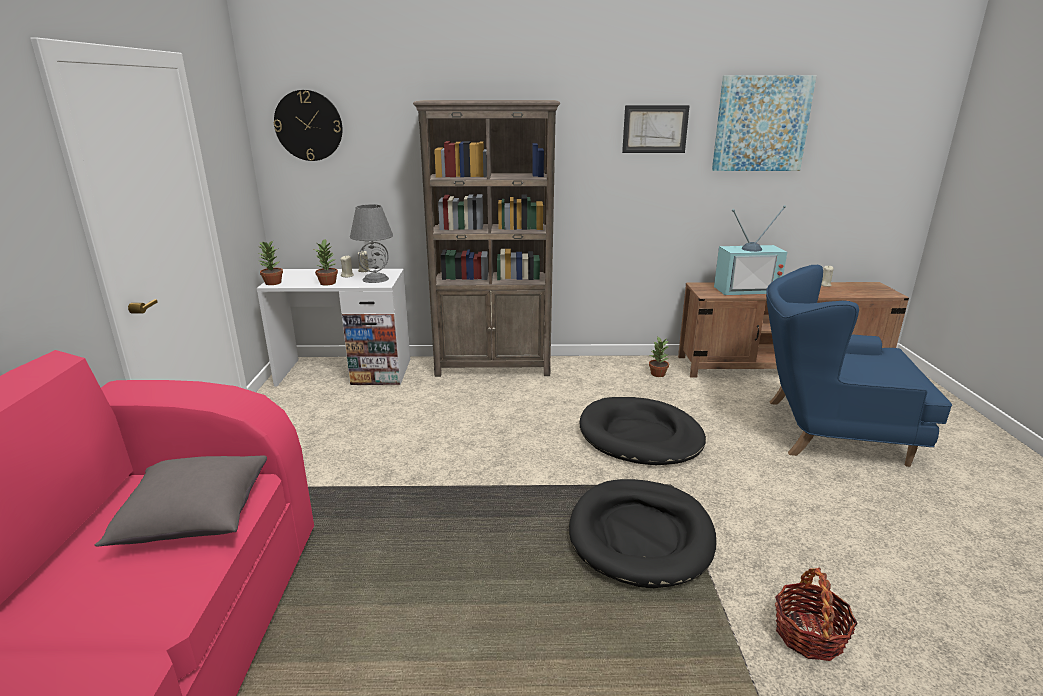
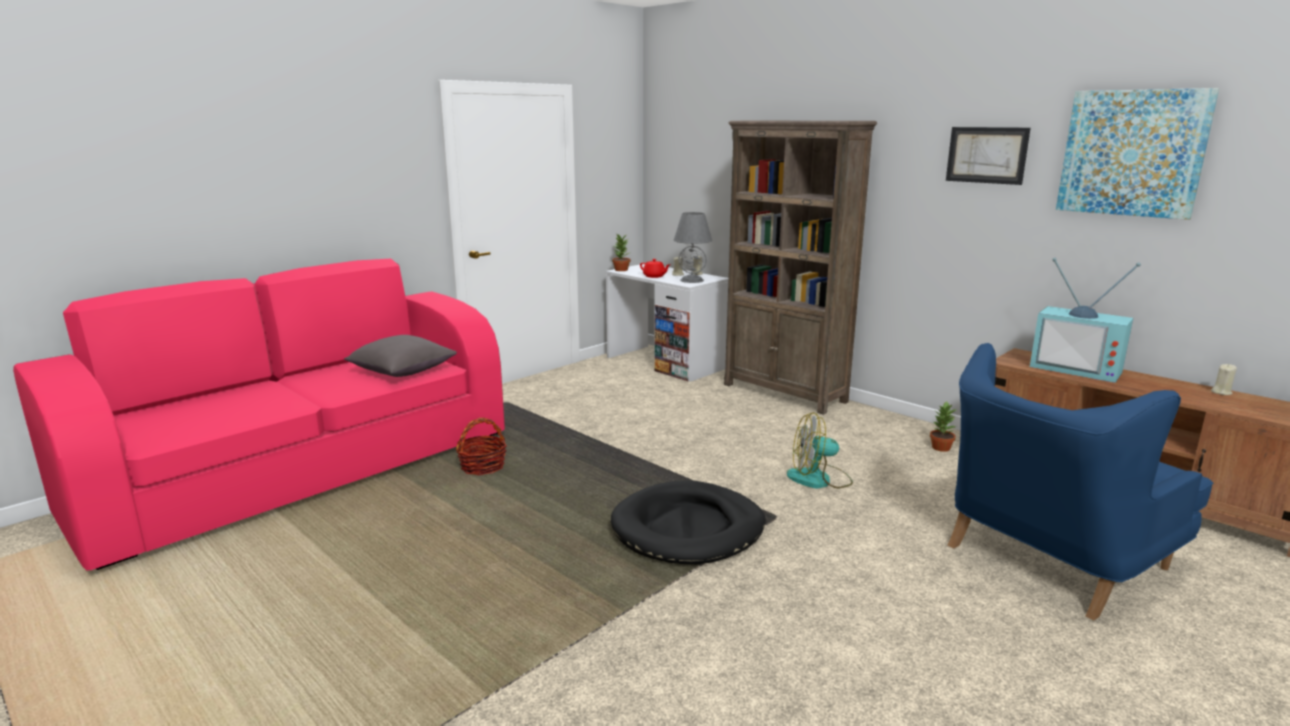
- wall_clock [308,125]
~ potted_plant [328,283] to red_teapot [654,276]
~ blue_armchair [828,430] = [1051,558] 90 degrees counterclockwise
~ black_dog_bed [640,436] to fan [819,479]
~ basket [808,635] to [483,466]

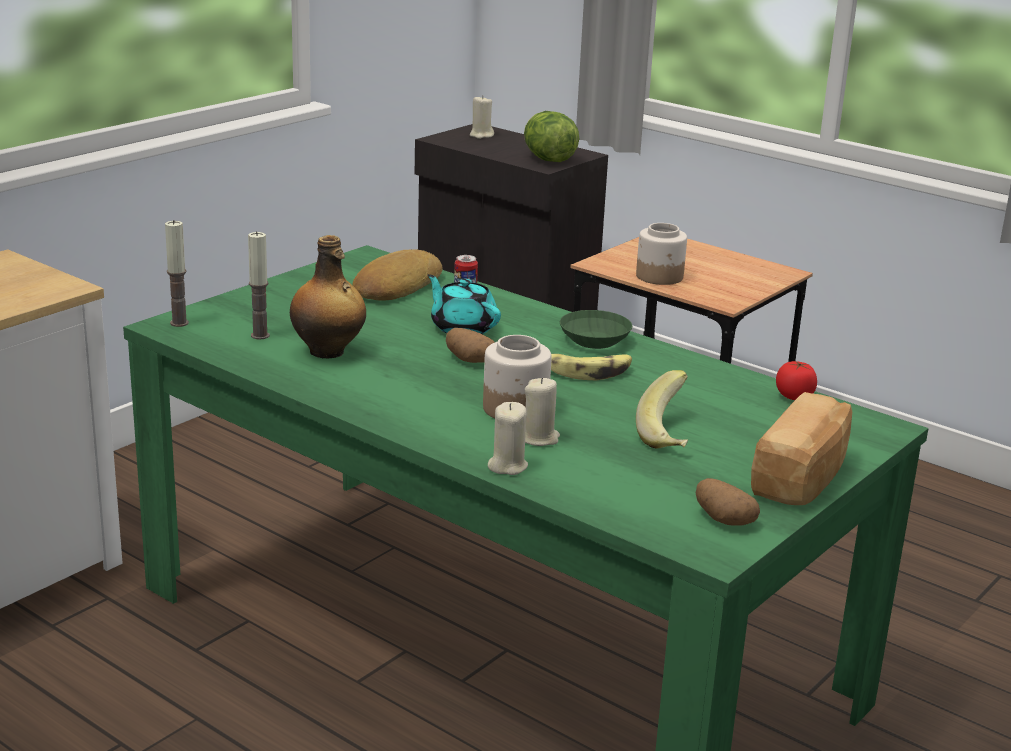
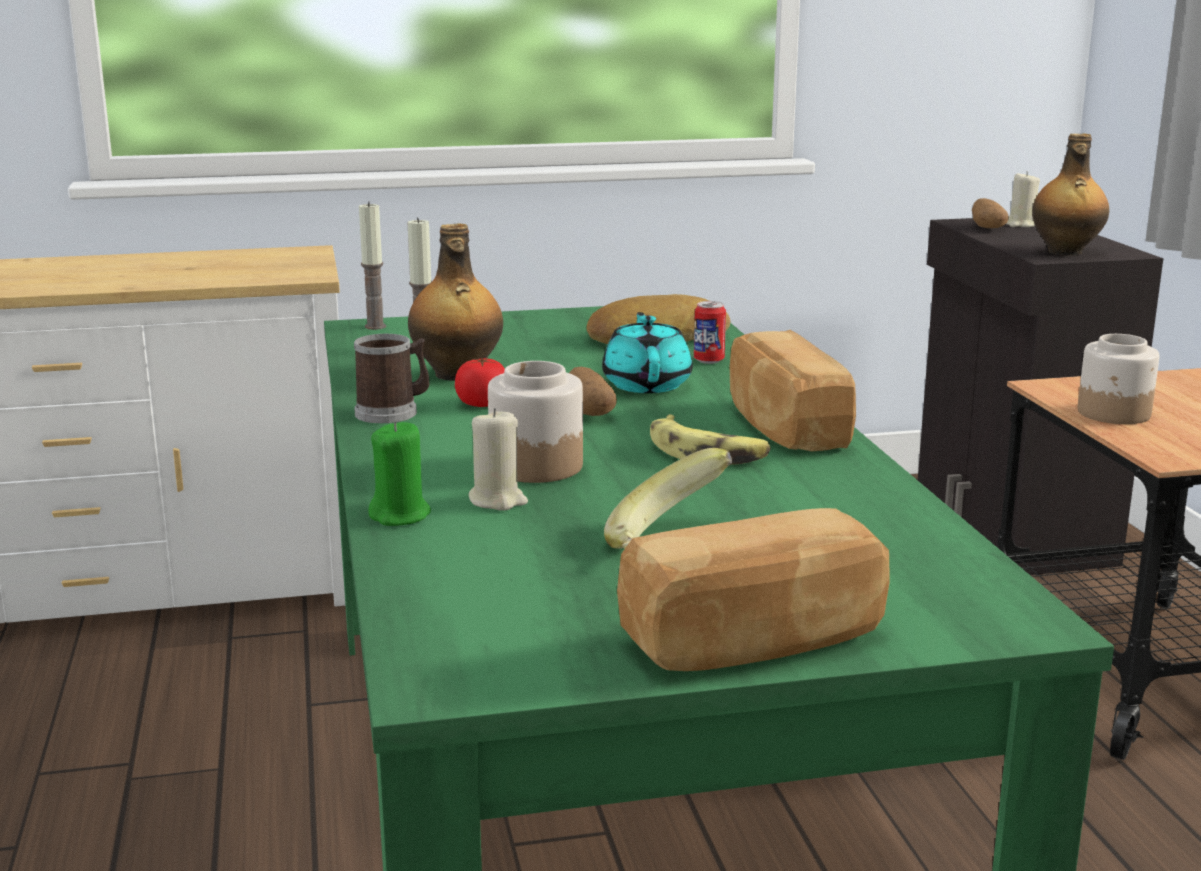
~ lettuce [548,159] to bottle [1065,252]
~ green_bowl [594,340] to bread [783,426]
~ tomato [794,396] to [482,404]
~ beige_candle [507,466] to green_candle [400,516]
~ potato [723,519] to [986,228]
+ mug [393,412]

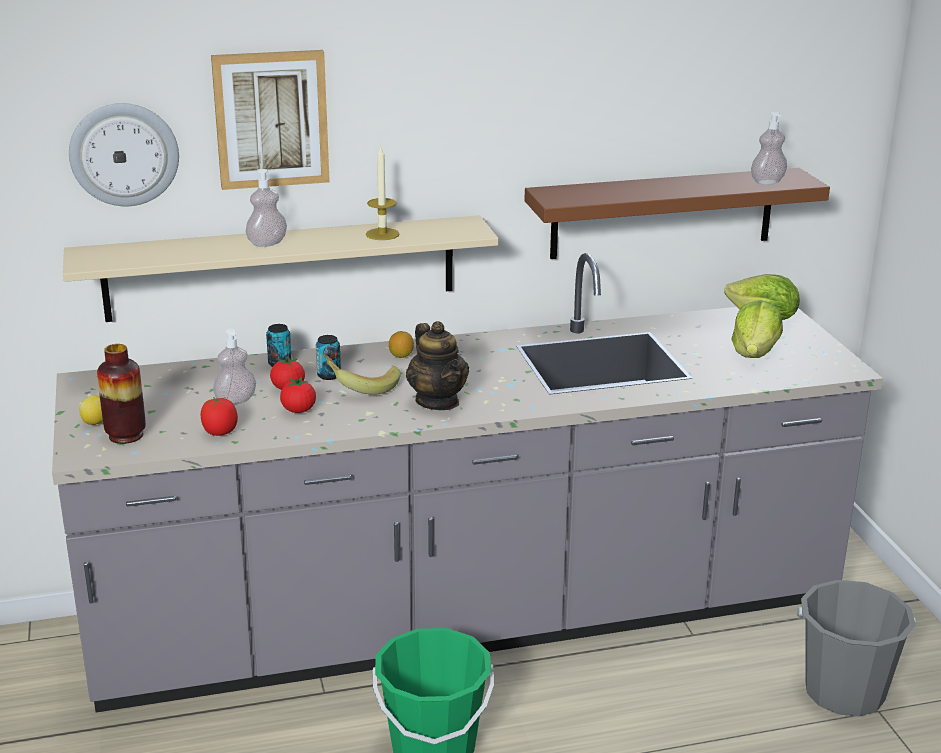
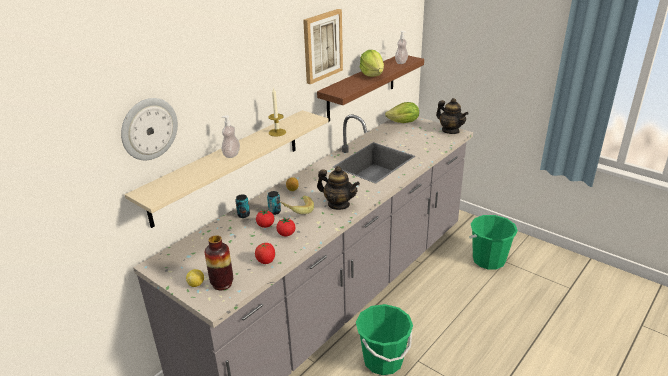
~ picture [271,119] to [322,46]
~ lettuce [755,353] to [372,75]
- soap_dispenser [235,400]
~ grey_bucket [844,692] to green_bucket [488,260]
+ teapot [450,131]

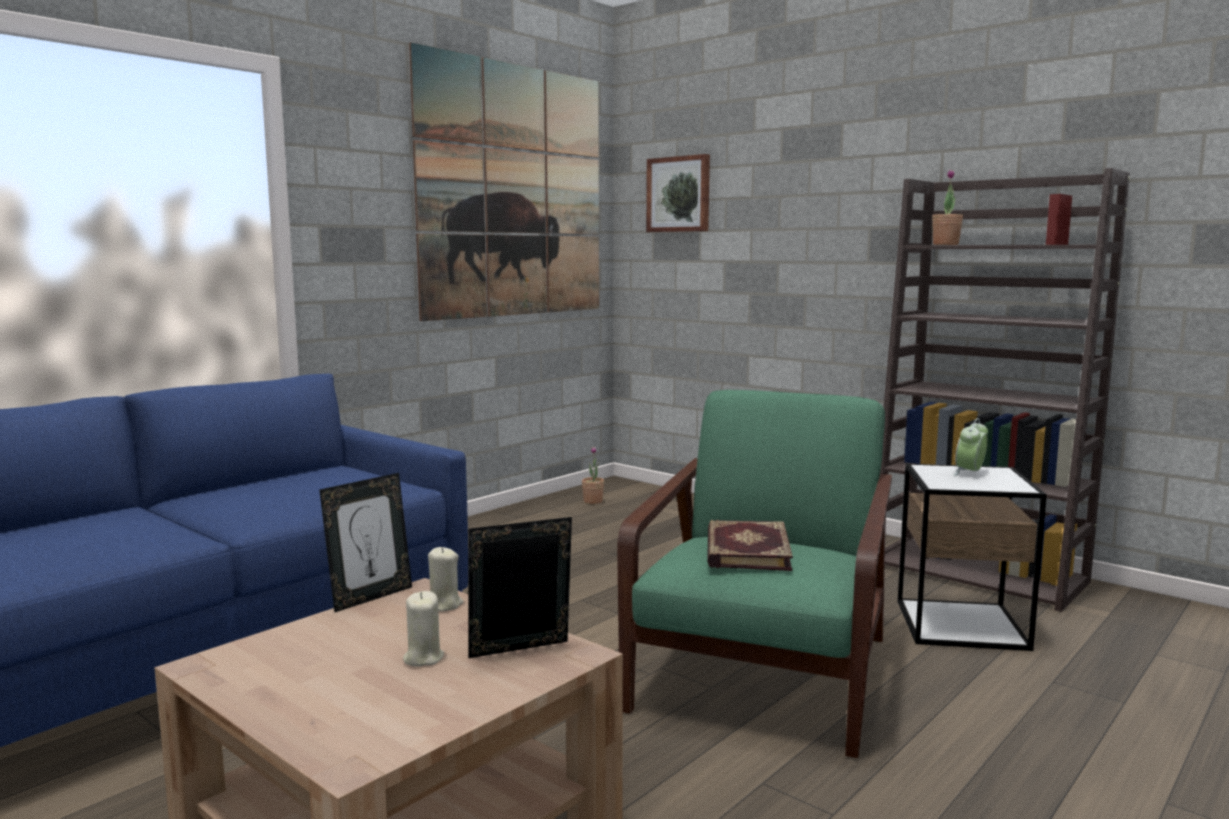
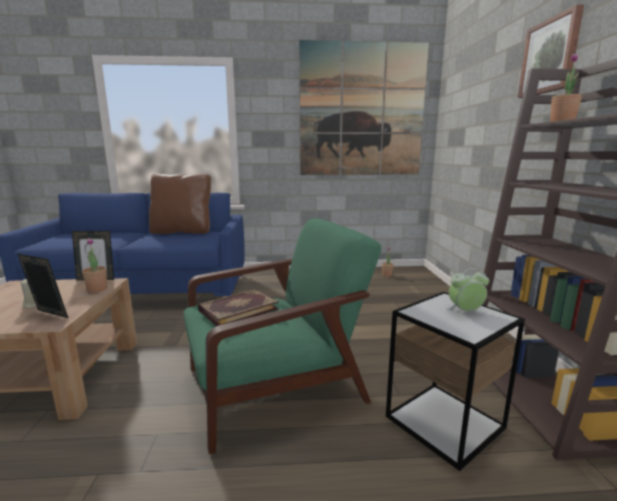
~ picture [679,194] to [550,56]
~ beige_candle [443,605] to potted_plant [97,289]
+ brown_pillow [182,231]

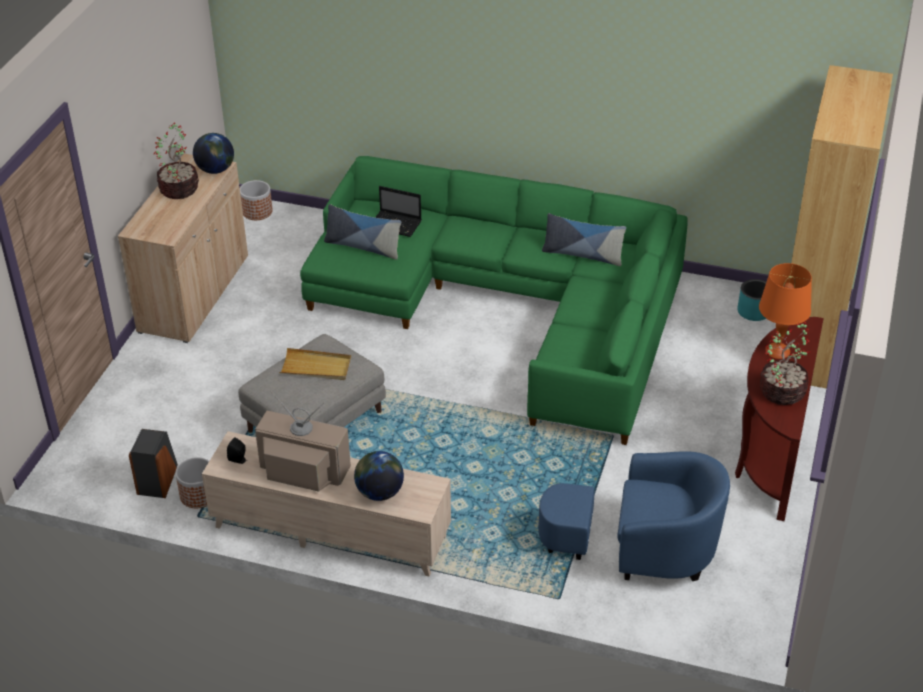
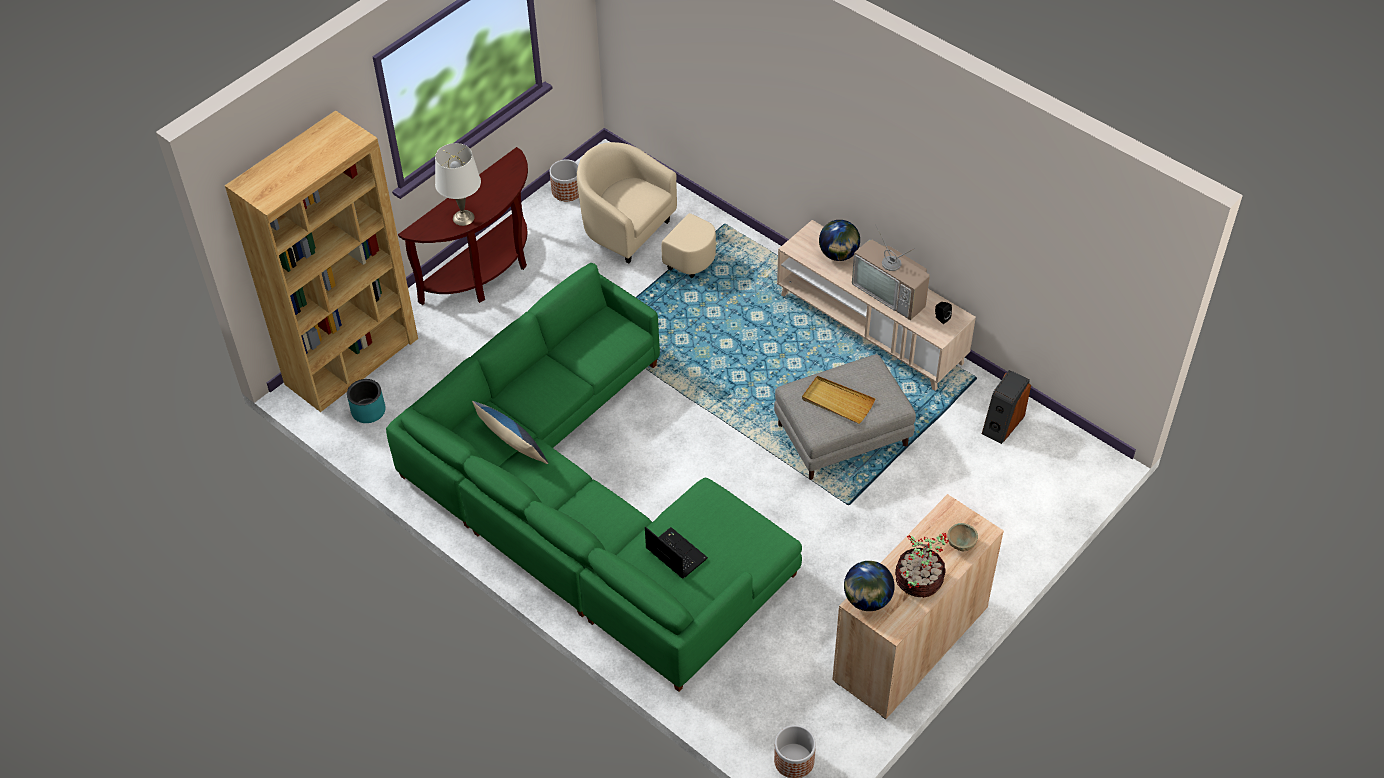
- pillow [363,247]
~ orange_table_lamp [777,351] to white_table_lamp [463,217]
- potted_plant [783,391]
~ blue_armchair [640,548] to beige_armchair [641,238]
~ planter [198,495] to [567,191]
+ beige_bowl [961,544]

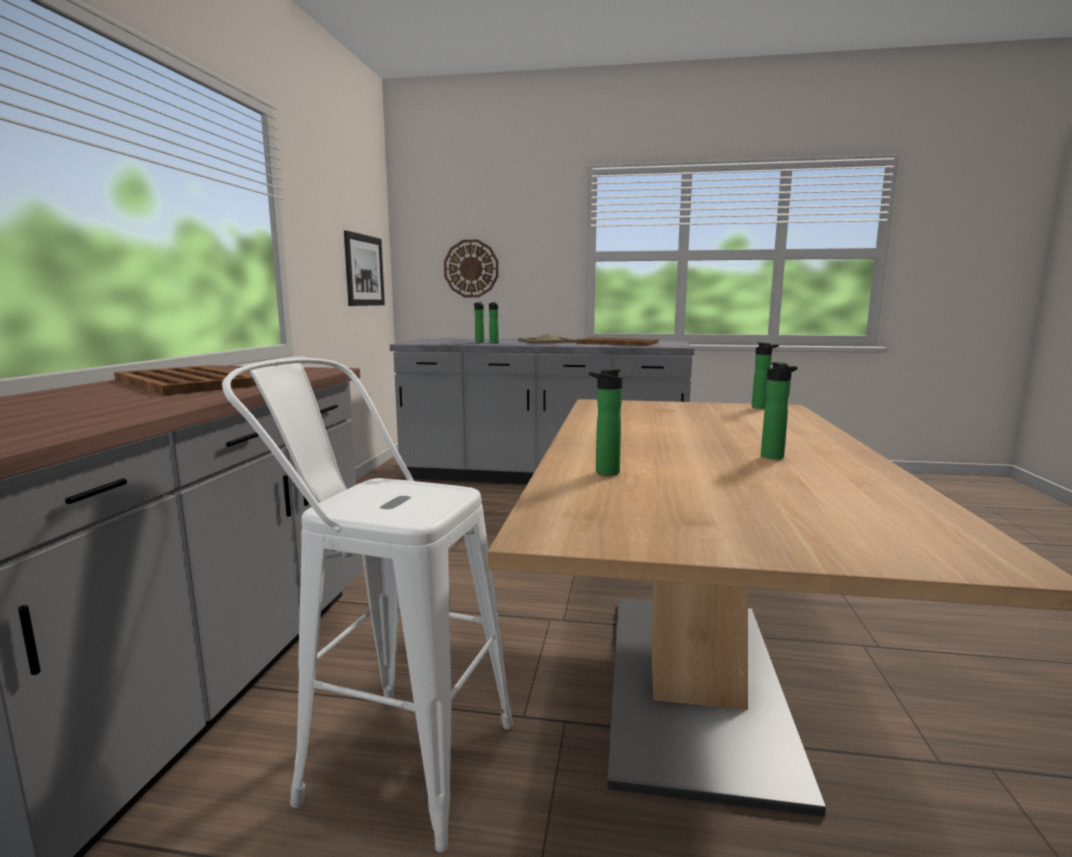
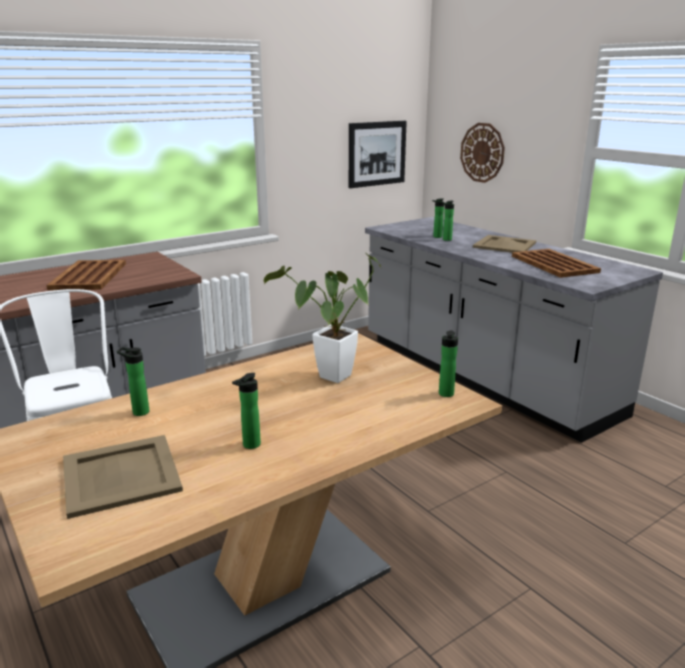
+ potted_plant [330,379]
+ beige_tray [122,474]

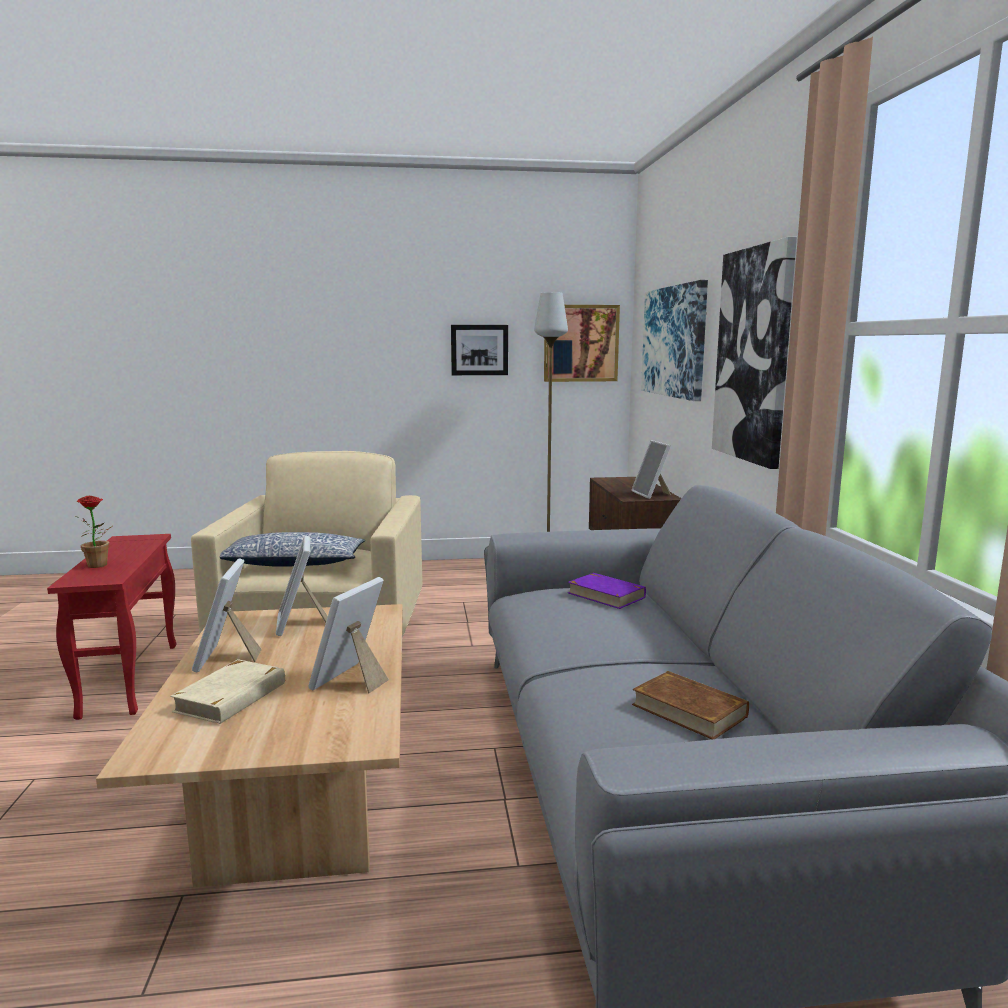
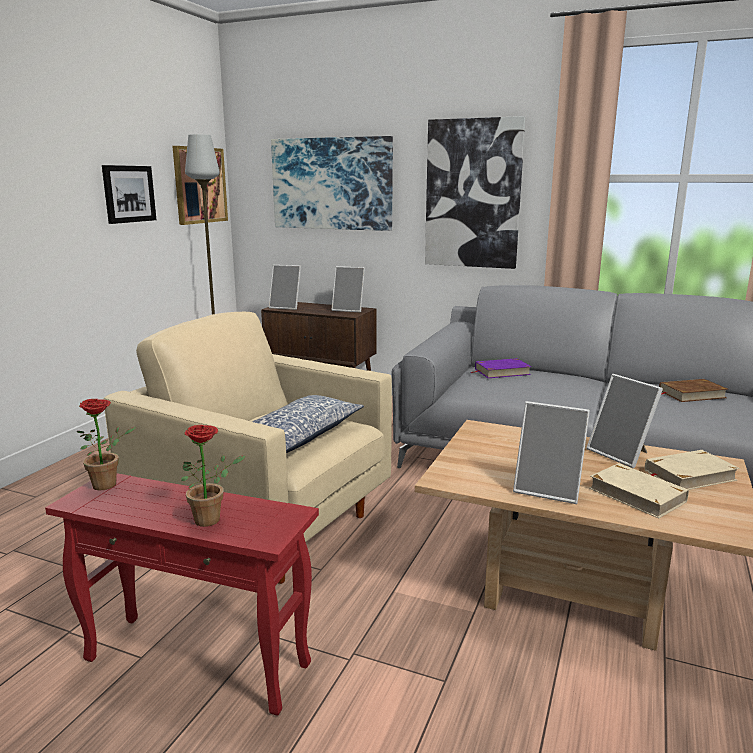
~ picture_frame [300,624] to [286,307]
+ potted_plant [110,484]
+ beige_book [689,475]

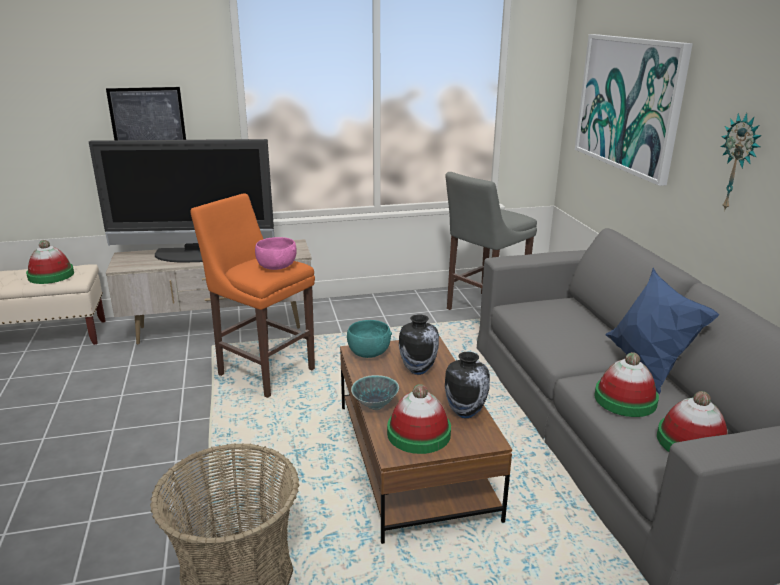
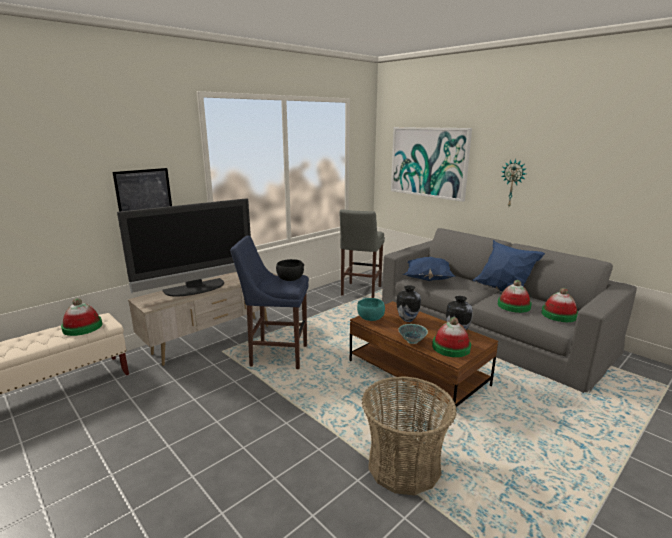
~ orange_stool [263,370] to blue_stool [276,355]
~ pink_bowl [276,267] to black_bowl [290,279]
+ blue_pillow [427,279]

